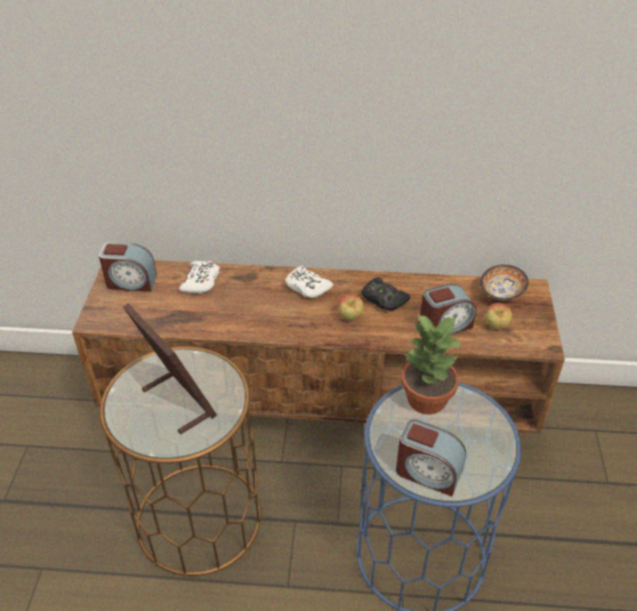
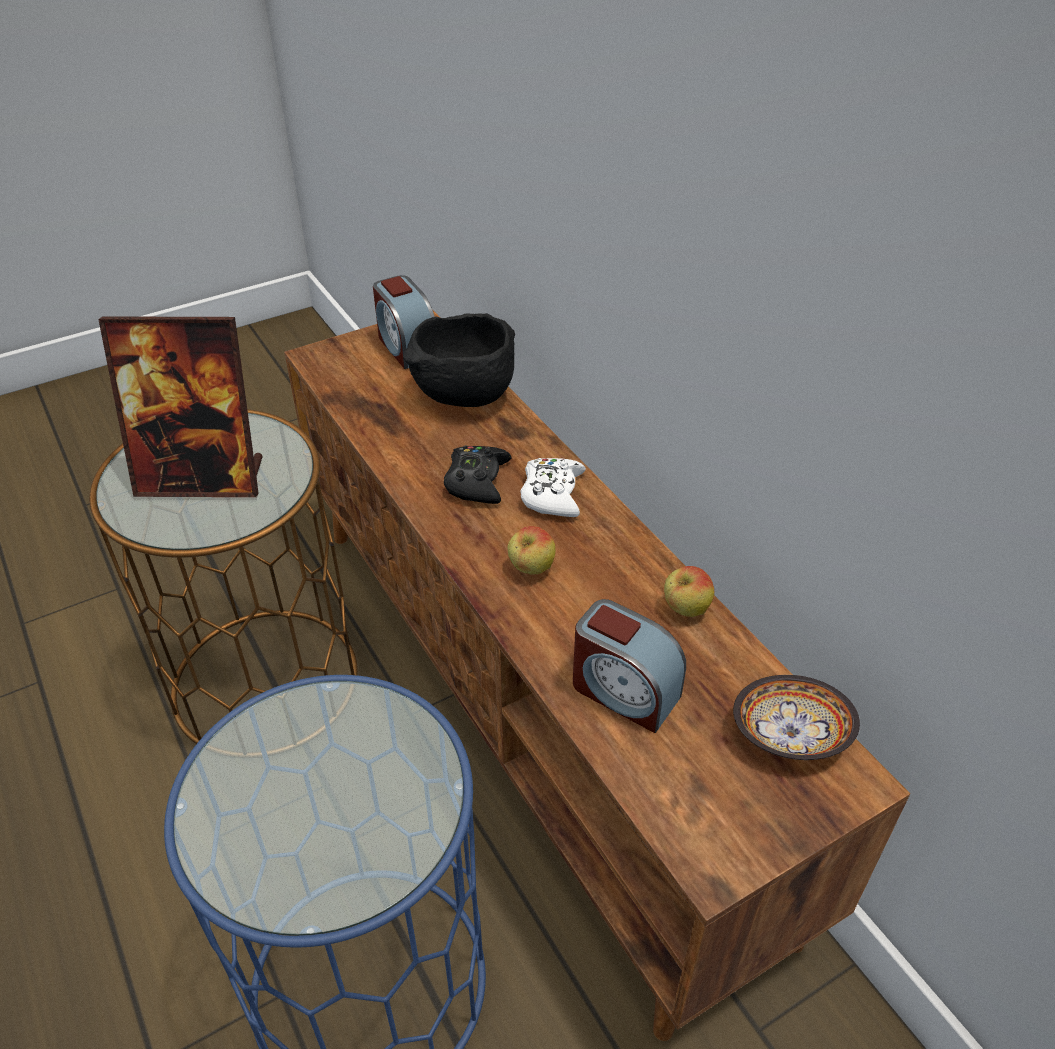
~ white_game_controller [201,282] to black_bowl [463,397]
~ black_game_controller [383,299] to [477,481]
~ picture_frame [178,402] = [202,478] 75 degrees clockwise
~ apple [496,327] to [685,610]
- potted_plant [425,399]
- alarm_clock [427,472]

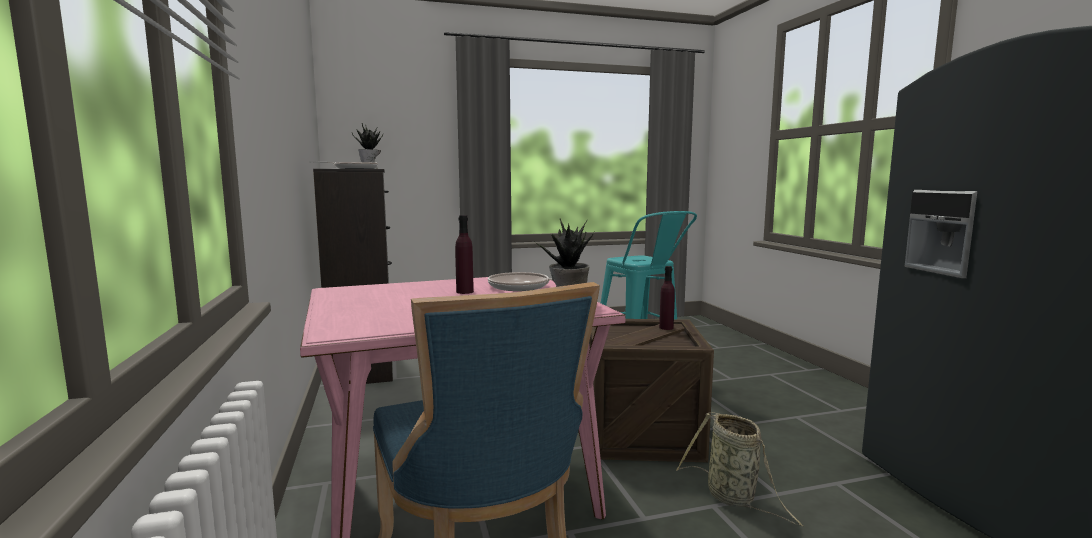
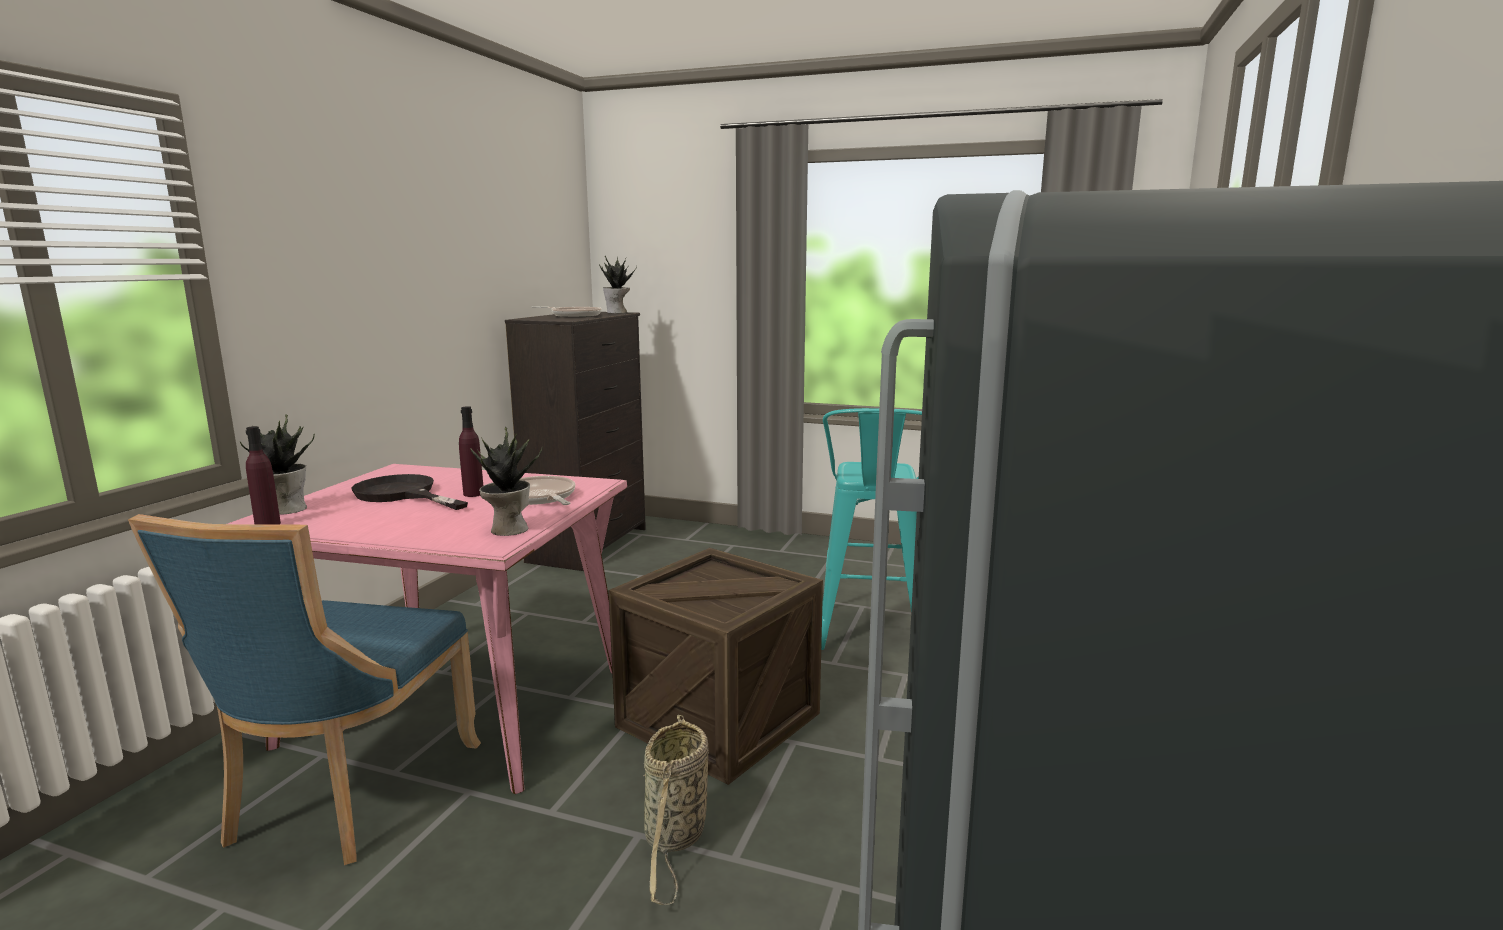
~ purple_bottle [666,328] to [267,524]
+ potted_plant [286,509]
+ black_frying_pan [402,494]

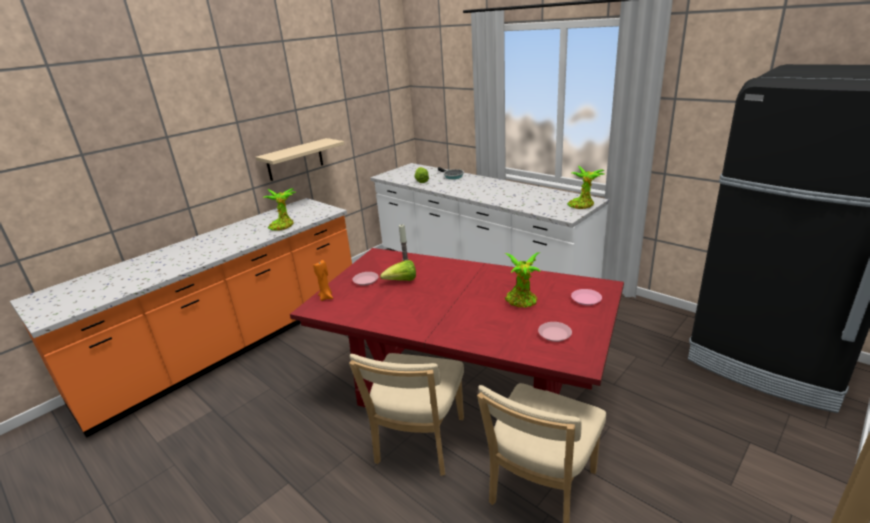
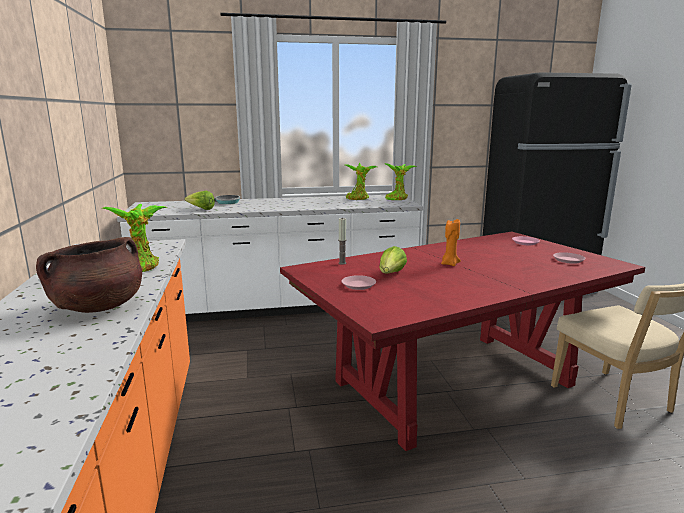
- beige_shelf [295,159]
~ potted_plant [522,302] to [358,198]
~ orange_candle [326,297] to [449,264]
- beige_chair [418,444]
+ brown_cooking_pot [98,307]

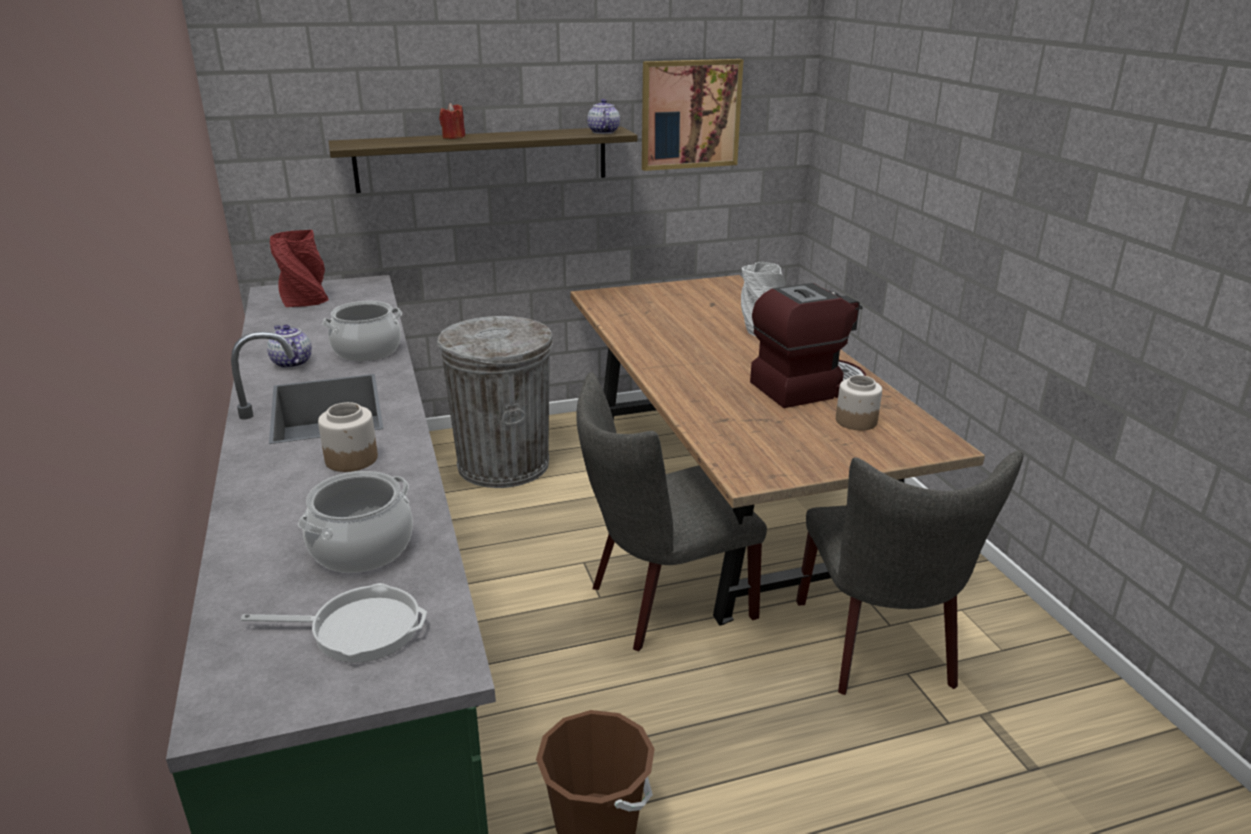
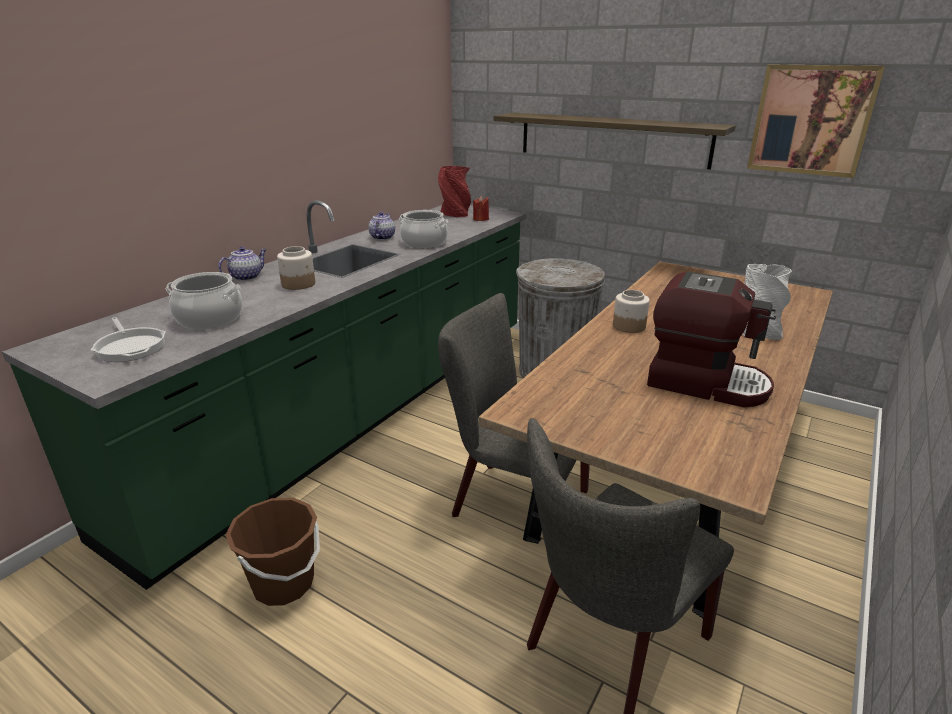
~ teapot [603,132] to [247,277]
~ red_candle [453,137] to [481,219]
~ jar [855,421] to [628,326]

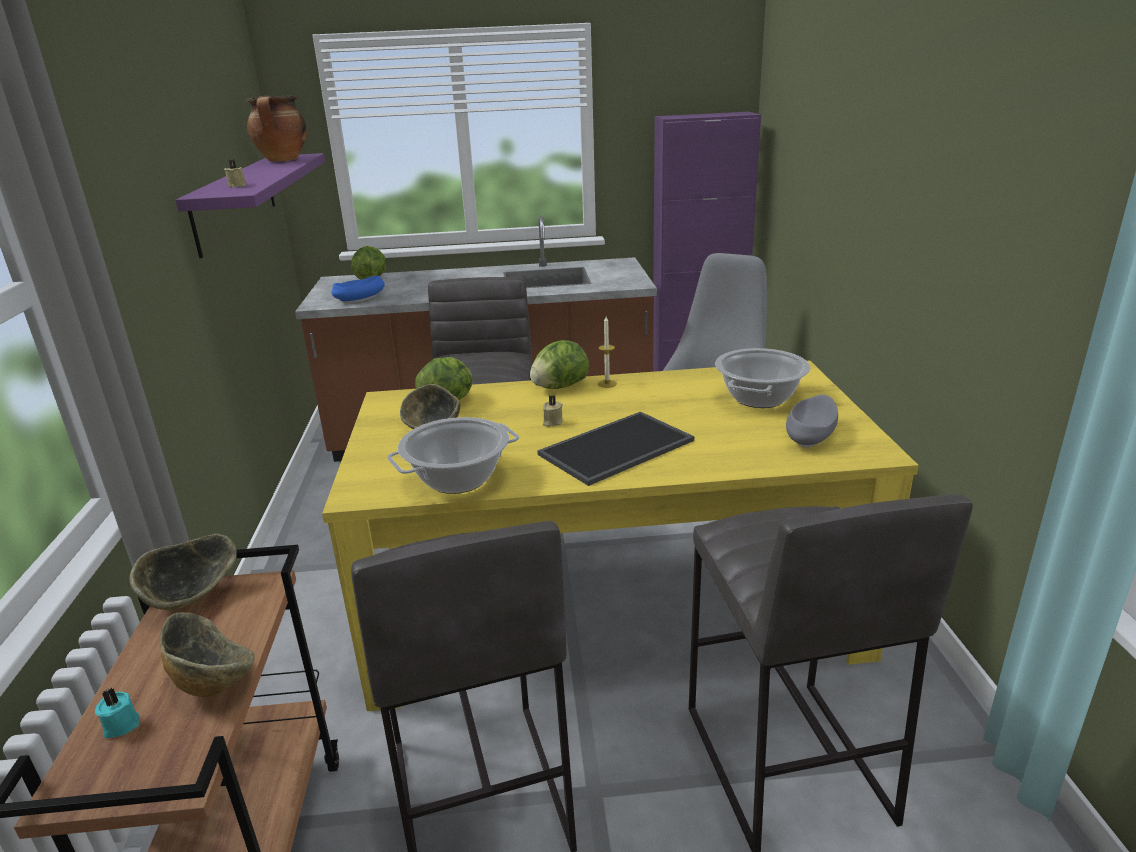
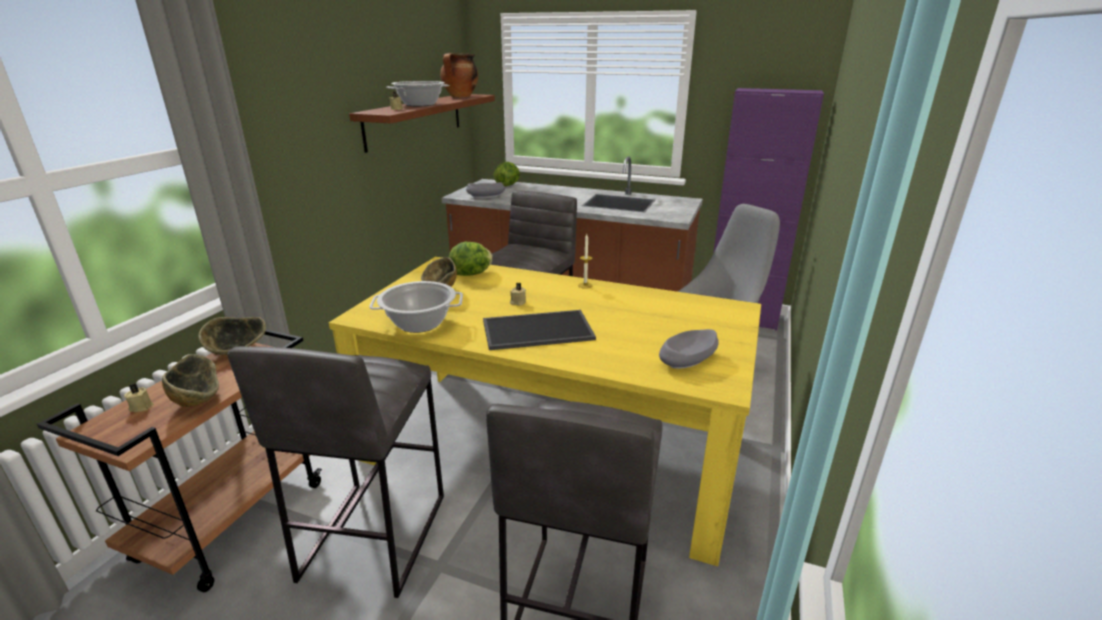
~ purple_shelf [236,201] to brown_shelf [415,120]
~ blue_bowl [360,299] to grey_bowl [485,196]
- lettuce [559,387]
~ cooking_pot [759,398] to [420,104]
~ turquoise_candle [120,725] to beige_candle [141,406]

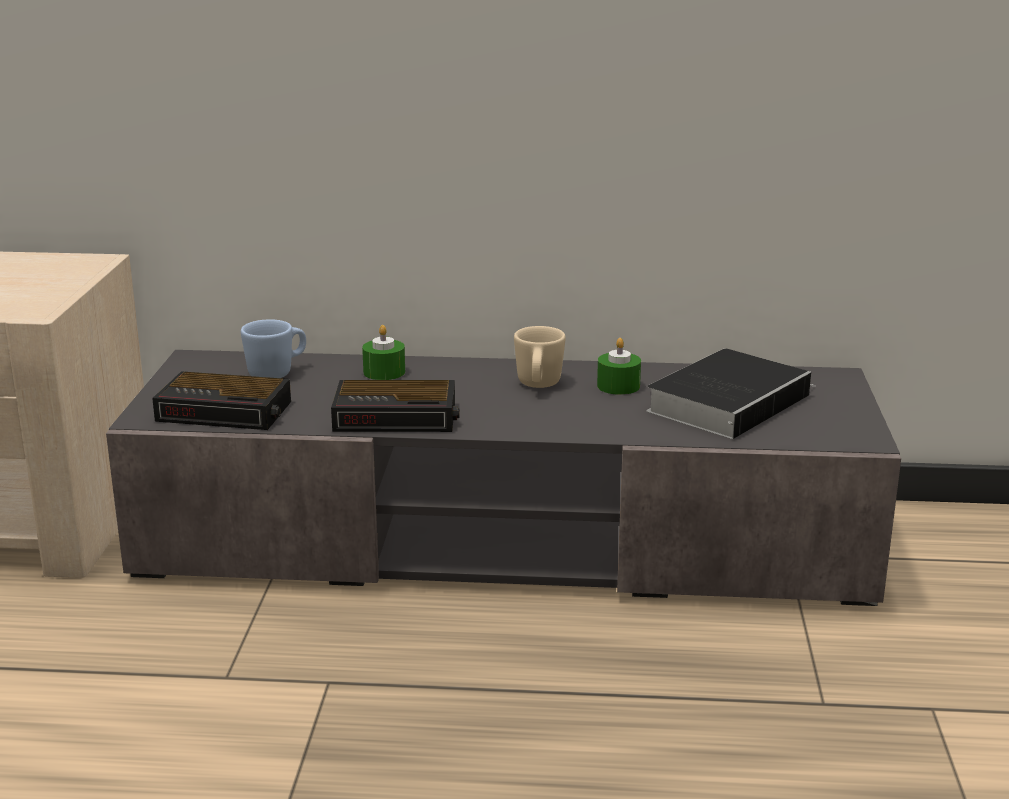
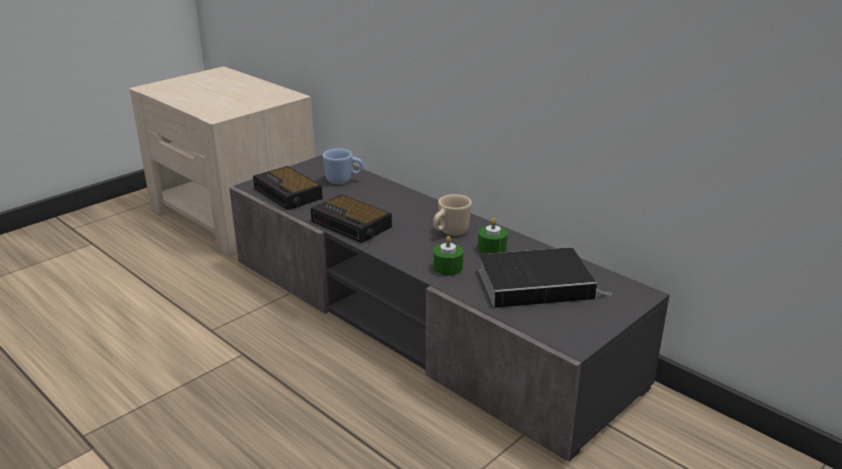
~ green_candle [384,372] to [447,268]

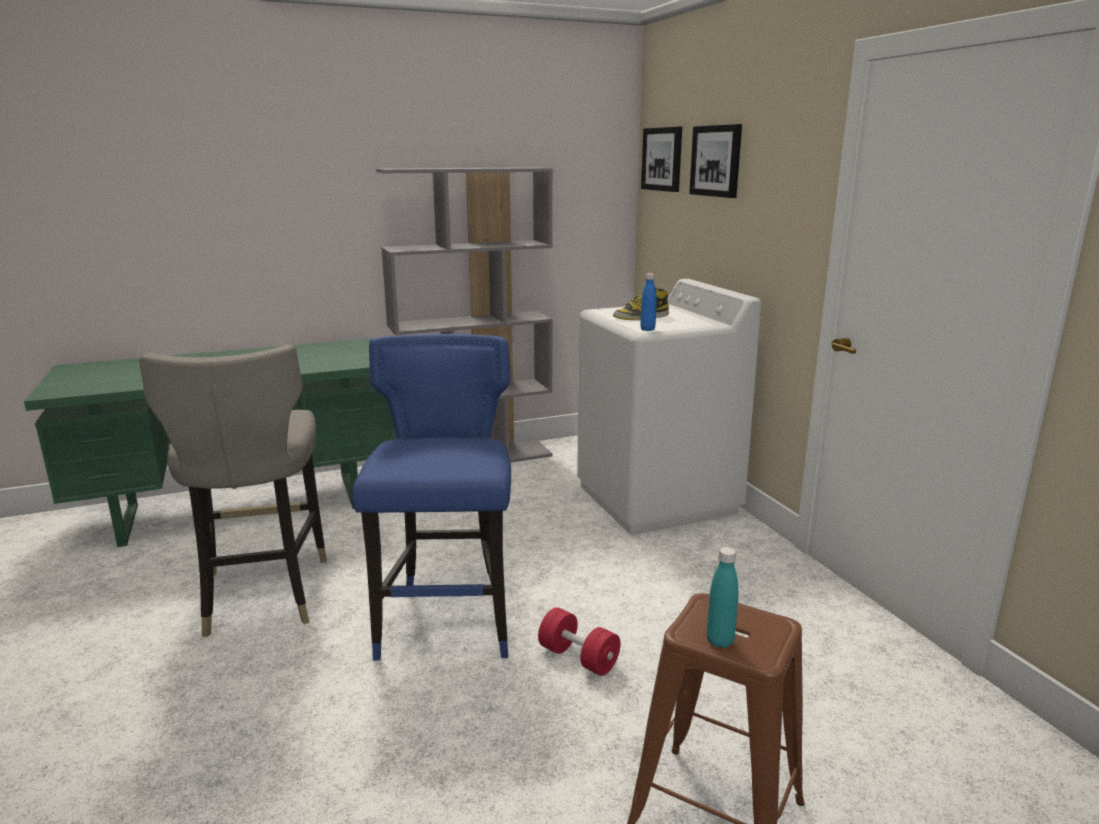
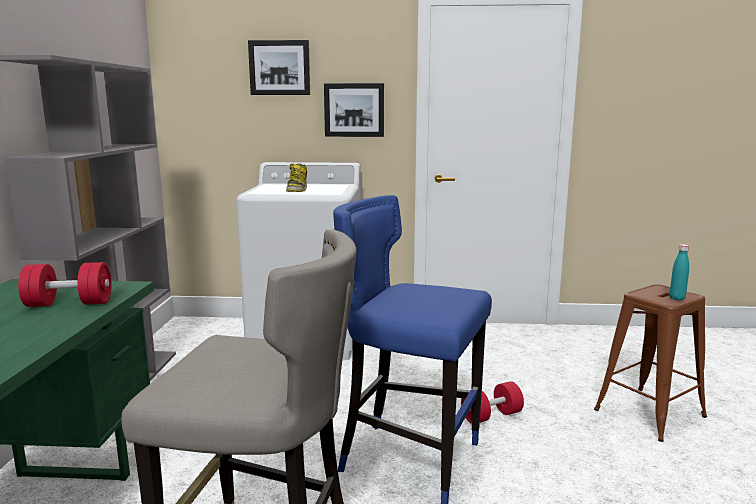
~ picture [662,159] to [354,110]
- blue_bottle [647,329]
+ red_dumbbell [69,304]

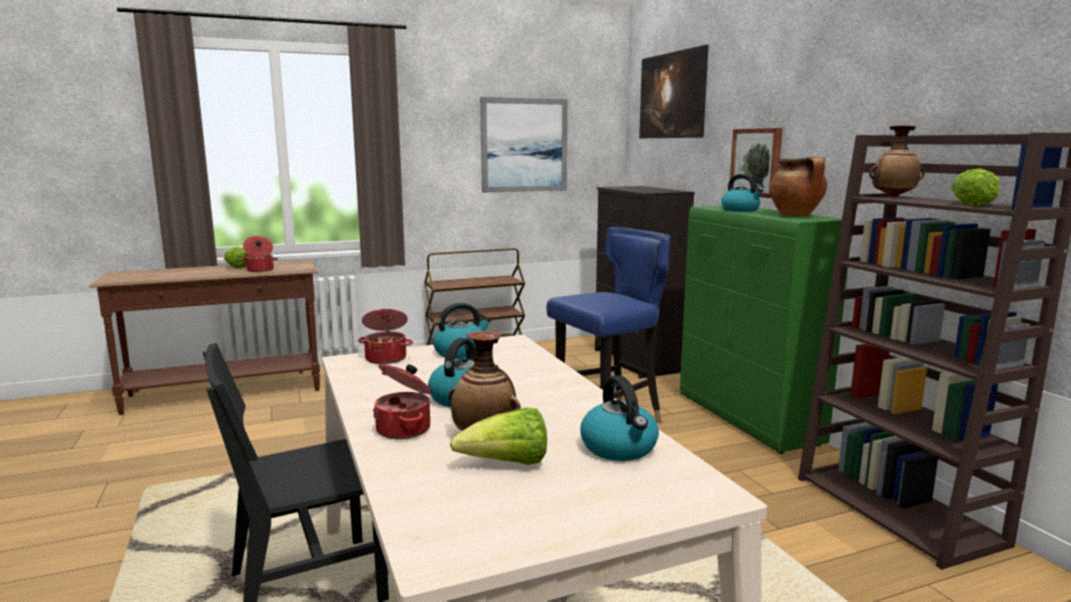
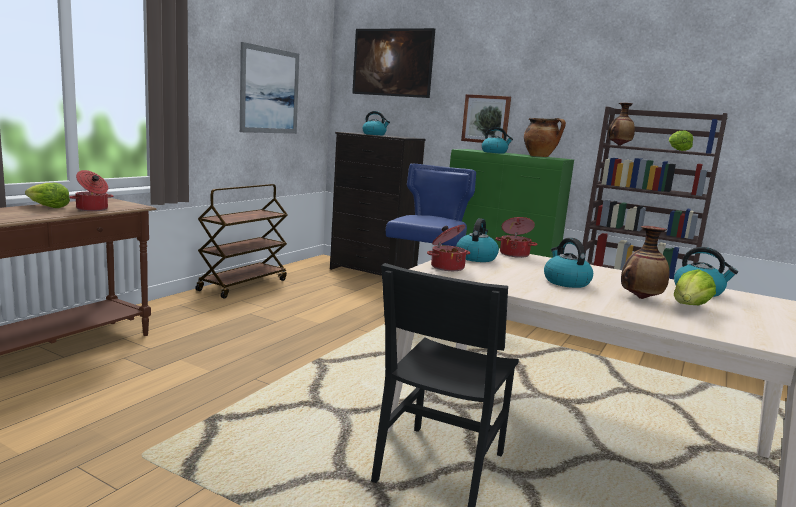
~ cooking_pot [405,429] to [514,254]
+ kettle [374,134]

